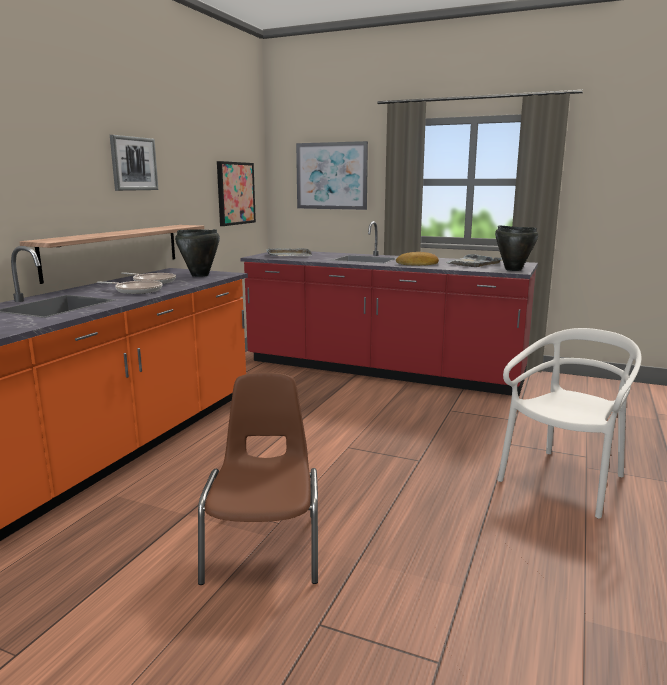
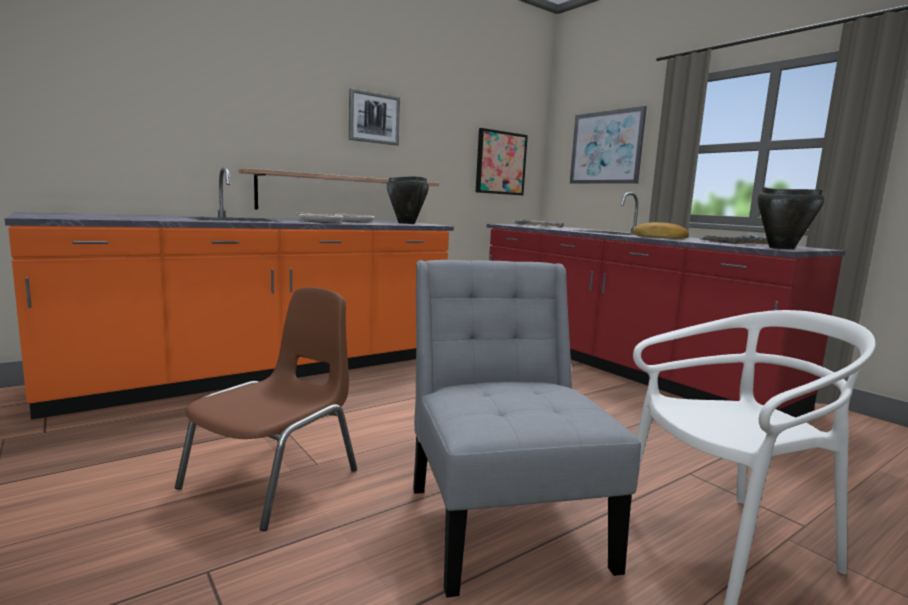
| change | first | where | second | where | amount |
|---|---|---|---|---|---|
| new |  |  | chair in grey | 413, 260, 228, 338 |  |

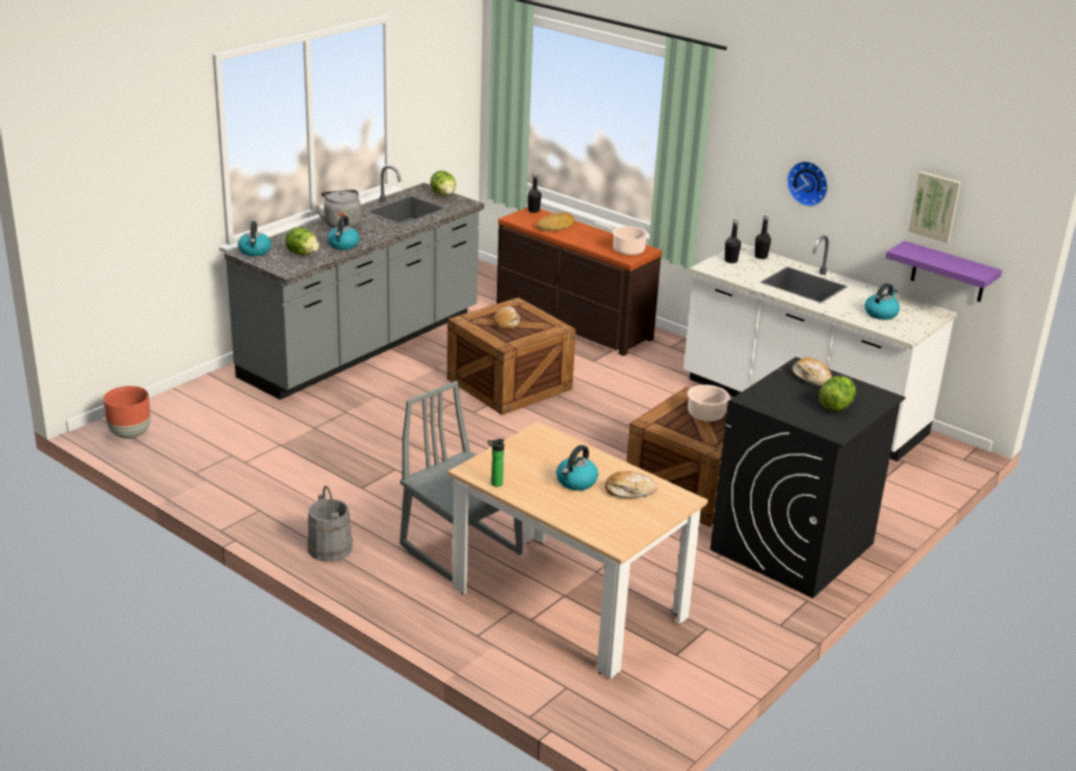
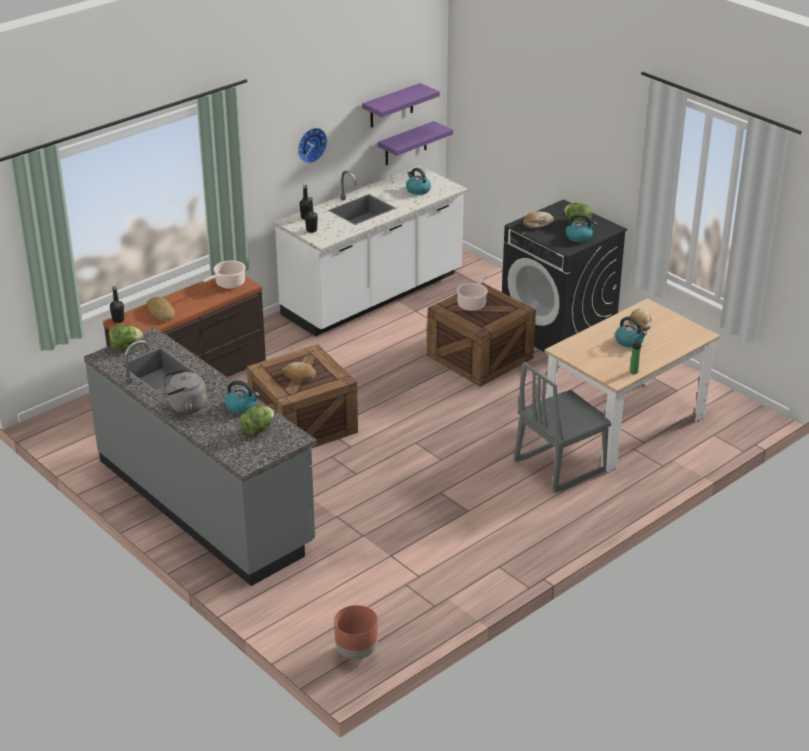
| change | first | where | second | where | amount |
|---|---|---|---|---|---|
| swapped | picture | 908, 171, 54, 72 | shelf in purple | 362, 83, 78, 45 |  |
| shifted | kettle | 238, 221, 33, 35 |  | 566, 214, 31, 28 |  |
| gone | bucket in grey | 307, 486, 45, 76 |  |  |  |

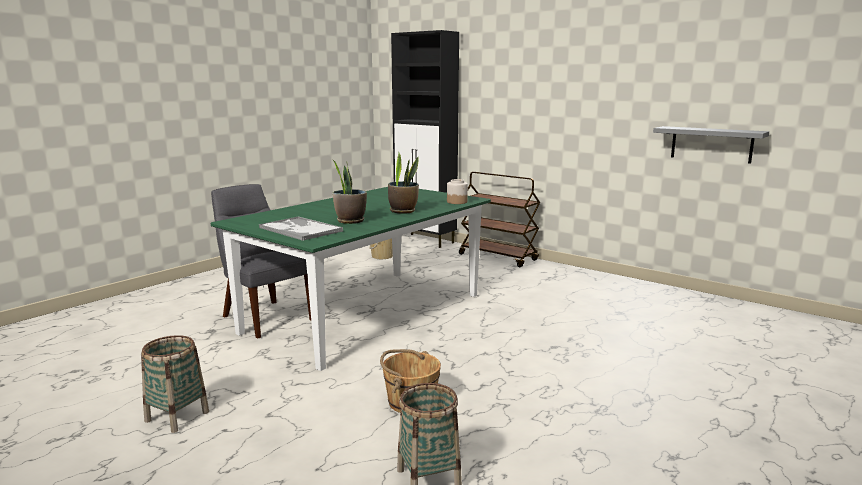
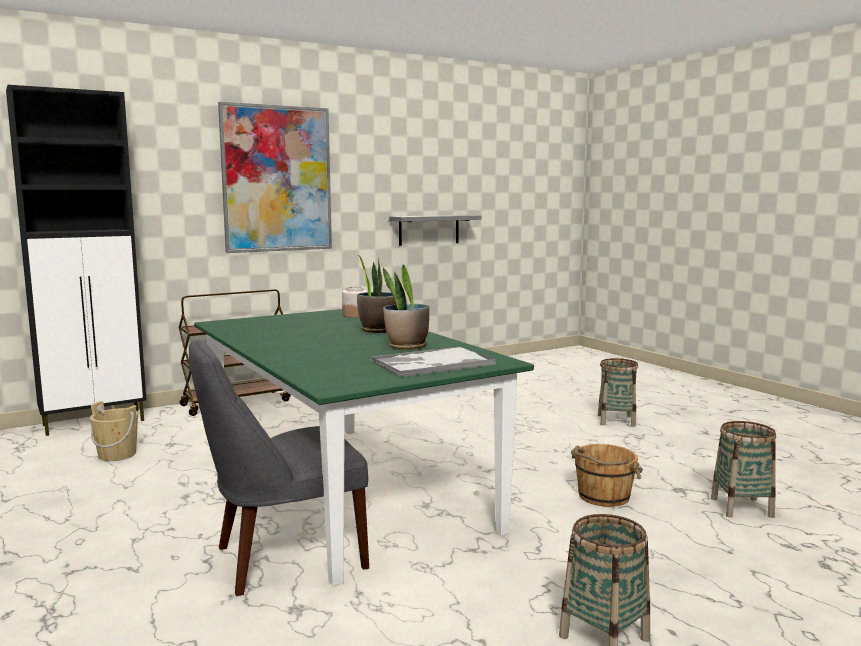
| change | first | where | second | where | amount |
|---|---|---|---|---|---|
| new |  |  | picture | 218, 102, 114, 151 |  |
| new |  |  | basket | 598, 358, 40, 68 |  |

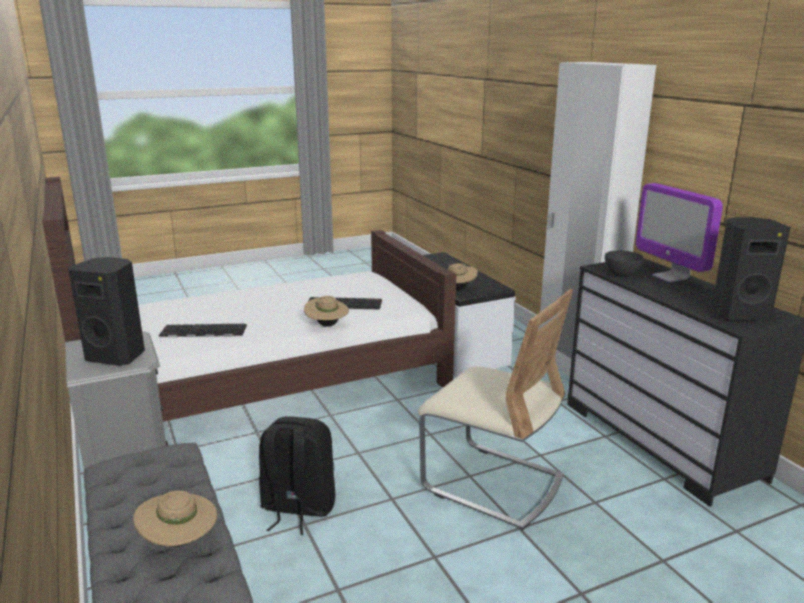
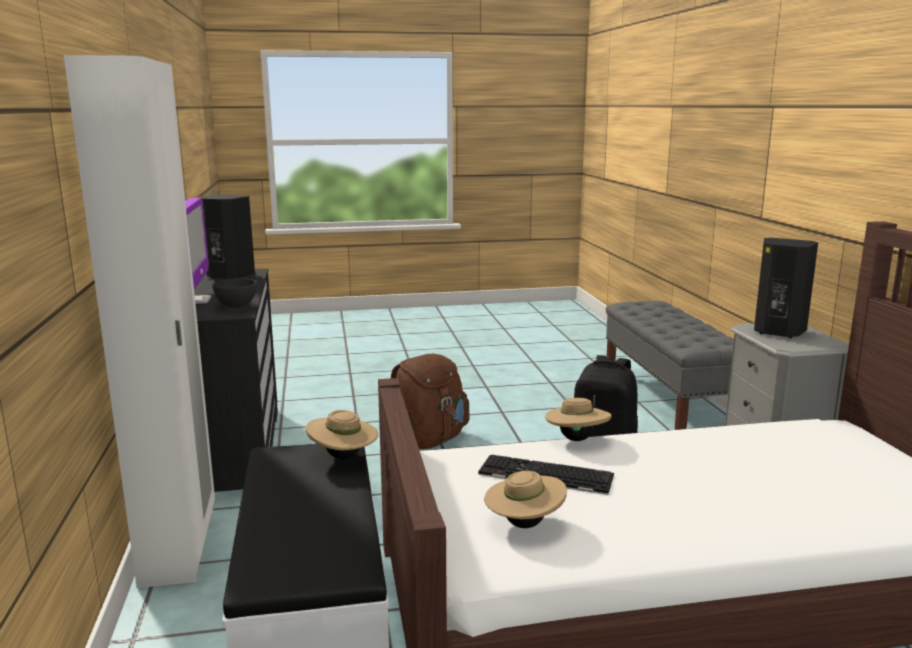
| change | first | where | second | where | amount |
|---|---|---|---|---|---|
| swapped | chair in beige | 418, 289, 155, 241 | backpack in brown | 391, 354, 79, 95 |  |
| gone | keyboard | 159, 324, 88, 13 |  |  |  |
| shifted | hat in beige | 133, 491, 84, 56 |  | 484, 464, 83, 64 |  |

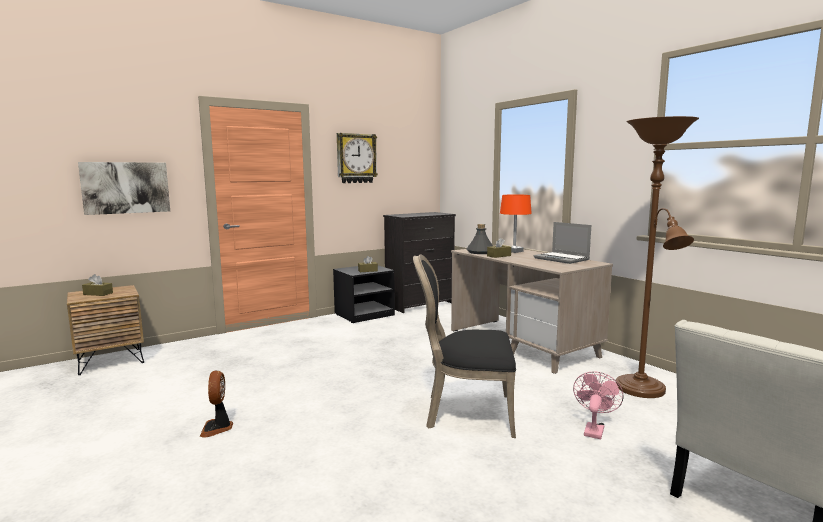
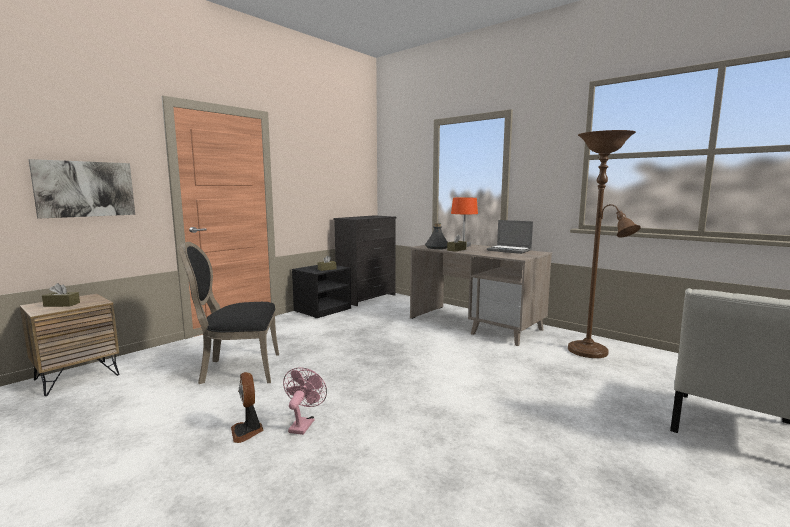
| change | first | where | second | where | amount |
|---|---|---|---|---|---|
| gone | wall clock | 337, 133, 41, 50 |  |  |  |
| shifted | chair in black | 413, 254, 103, 184 |  | 179, 242, 100, 142 |  |
| shifted | fan in pink | 573, 371, 51, 68 |  | 283, 367, 44, 68 |  |

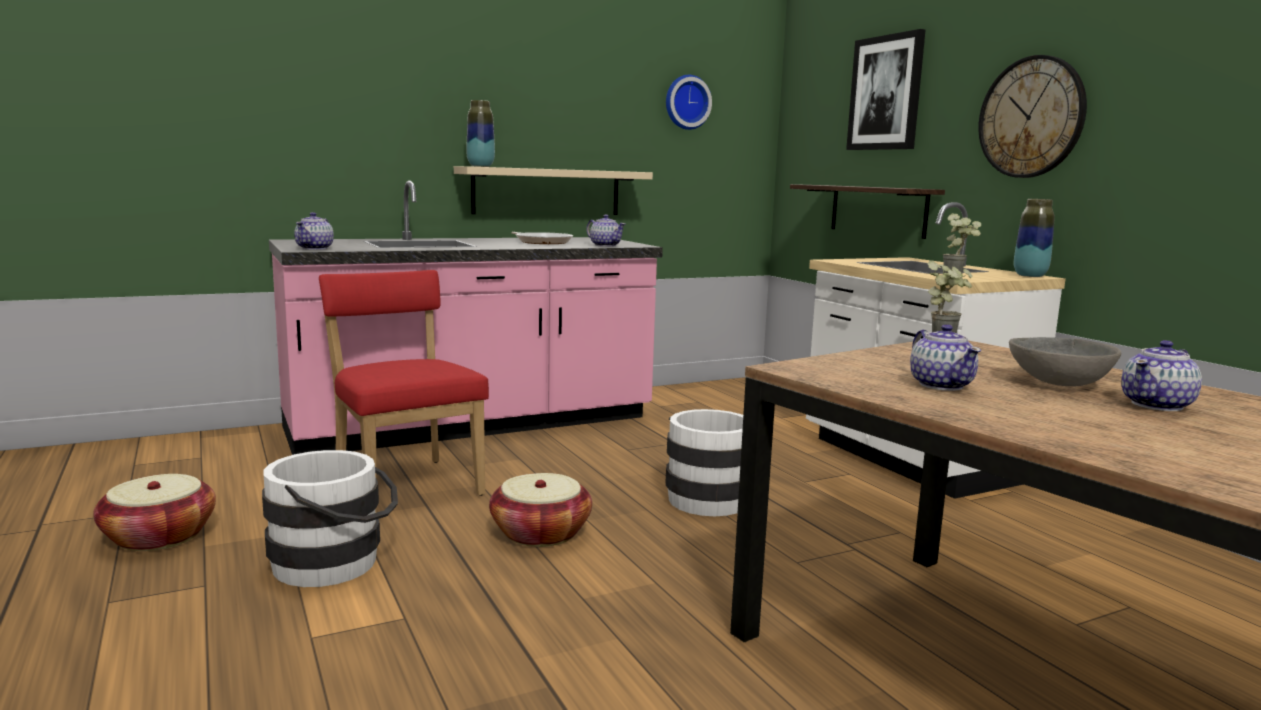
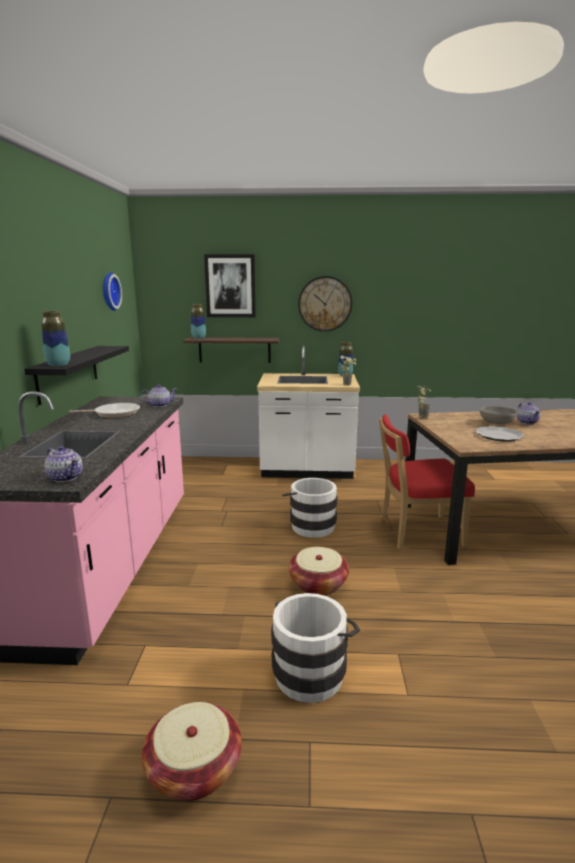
| change | first | where | second | where | amount |
|---|---|---|---|---|---|
| repainted | shelf in beige | 454, 166, 199, 49 | shelf in black | 24, 346, 105, 59 |  |
| shifted | chair in red | 319, 270, 170, 243 |  | 379, 414, 96, 135 |  |
| swapped | teapot | 910, 324, 71, 67 | plate | 475, 426, 50, 16 |  |
| new |  |  | vase | 191, 304, 15, 35 |  |

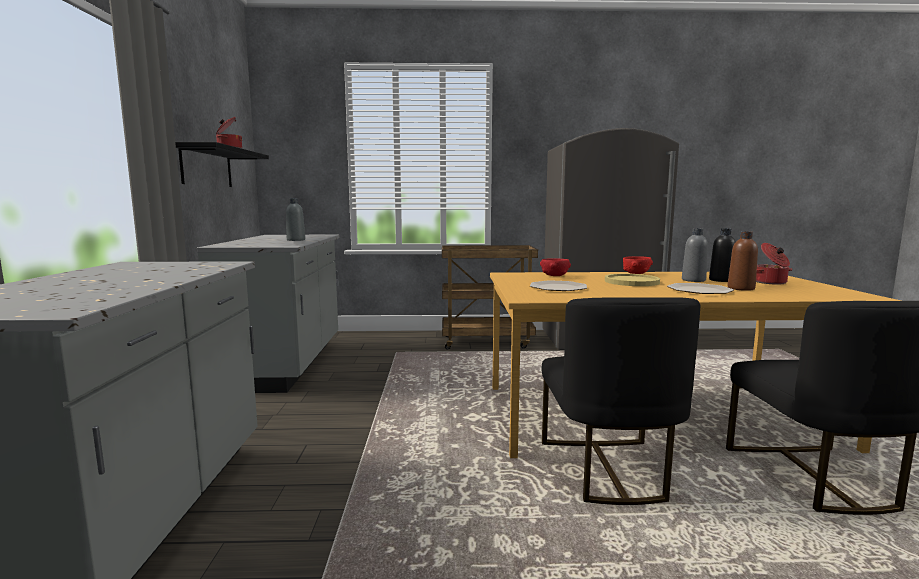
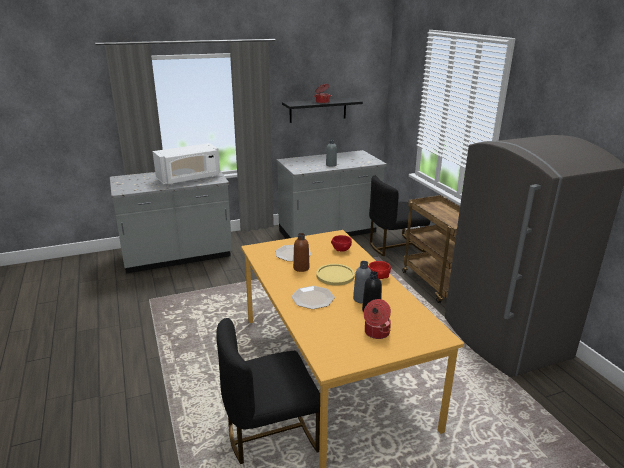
| change | first | where | second | where | amount |
|---|---|---|---|---|---|
| shifted | bottle in brown | 727, 231, 31, 60 |  | 293, 233, 16, 39 |  |
| shifted | chair in black | 541, 297, 159, 208 |  | 369, 176, 61, 80 |  |
| new |  |  | microwave in white | 153, 143, 67, 41 |  |

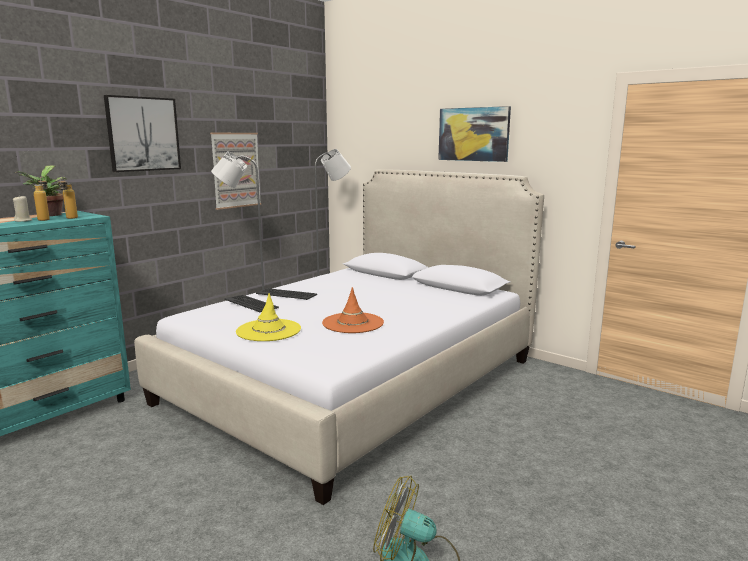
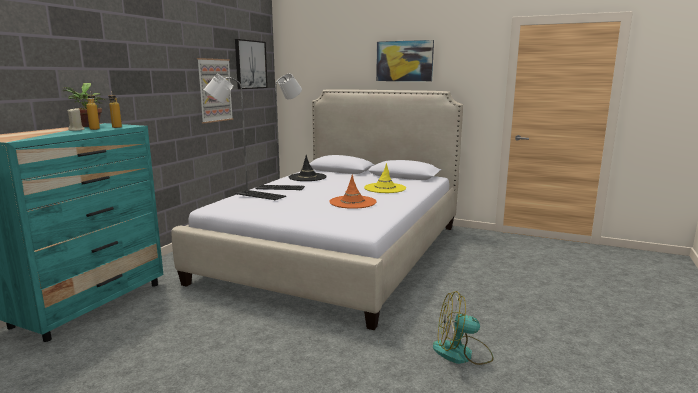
| change | first | where | second | where | amount |
|---|---|---|---|---|---|
| shifted | picture | 104, 95, 77, 77 |  | 235, 39, 33, 50 |  |
| shifted | hat in yellow | 236, 293, 65, 48 |  | 364, 163, 42, 30 |  |
| new |  |  | hat in black | 289, 155, 38, 26 |  |

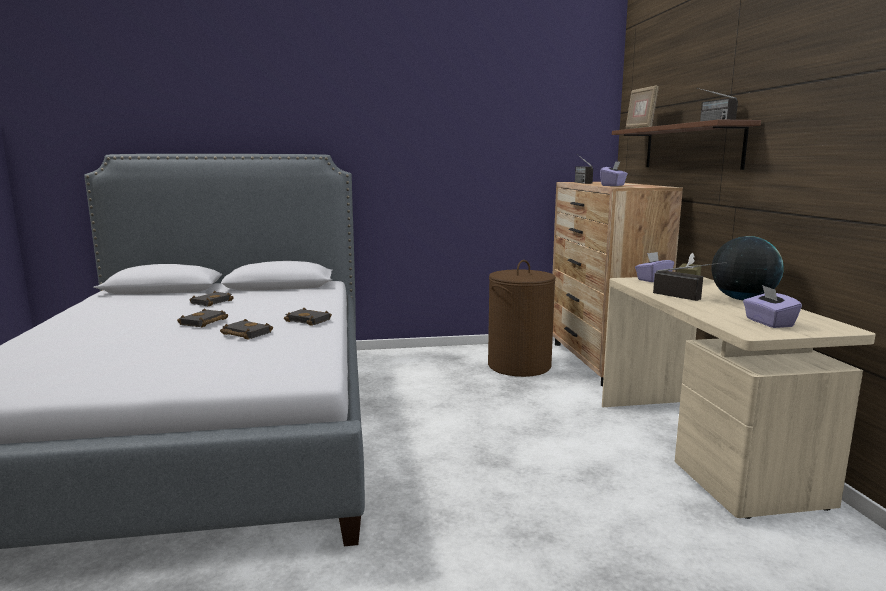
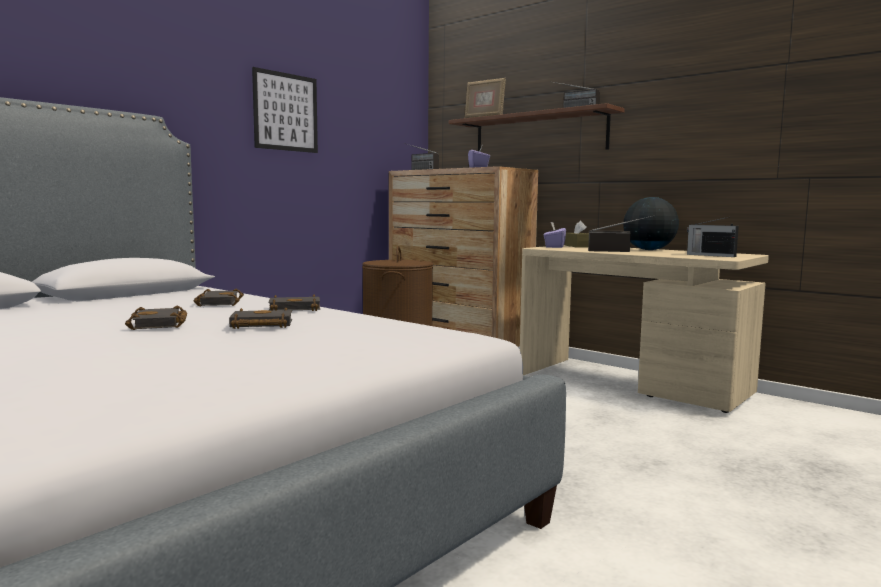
| change | first | where | second | where | amount |
|---|---|---|---|---|---|
| swapped | tissue box in purple | 743, 285, 59, 43 | radio | 687, 217, 52, 40 |  |
| shifted | book in black | 189, 291, 45, 15 |  | 194, 289, 50, 17 |  |
| new |  |  | picture | 252, 67, 66, 86 |  |

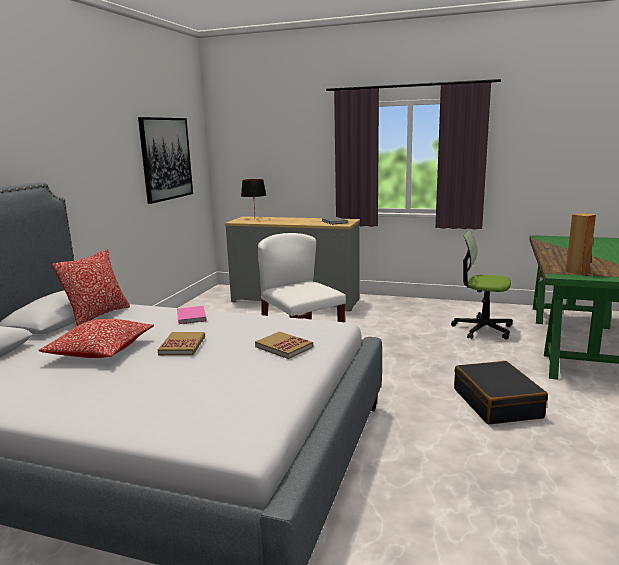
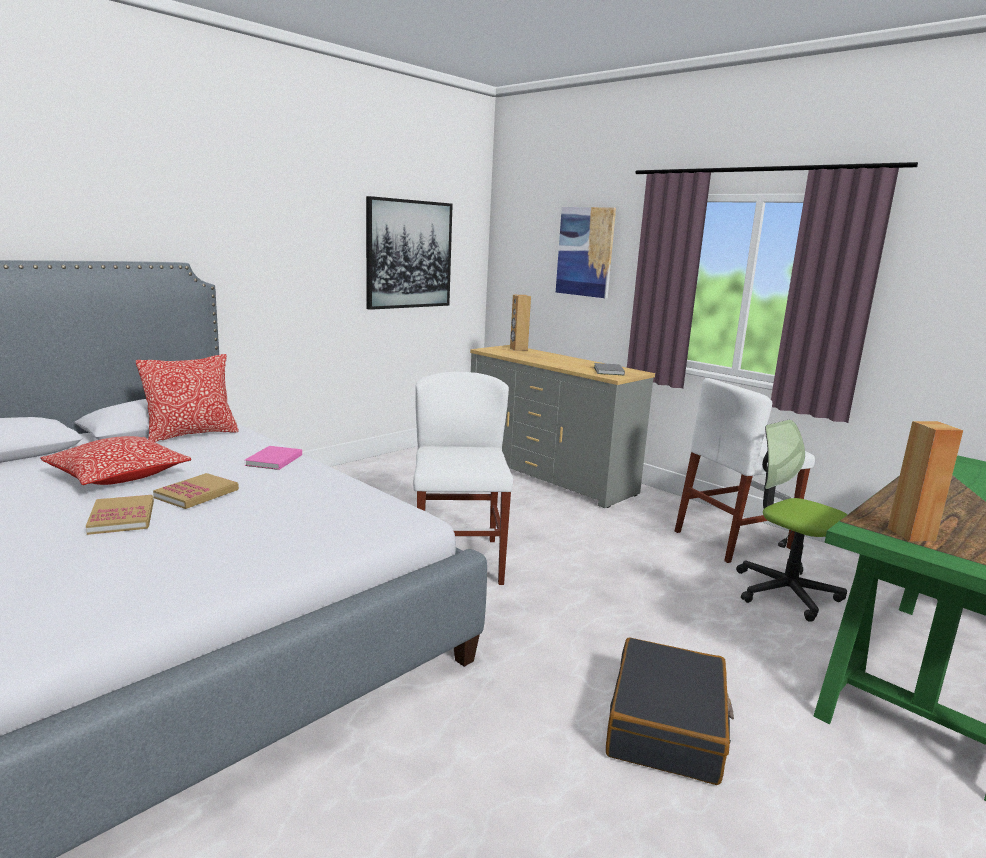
| change | first | where | second | where | amount |
|---|---|---|---|---|---|
| swapped | table lamp in black | 241, 179, 25, 33 | speaker in brown | 510, 295, 21, 56 |  |
| shifted | book | 255, 331, 58, 28 |  | 86, 495, 68, 40 |  |
| new |  |  | picture | 556, 207, 60, 91 |  |
| new |  |  | chair in white | 675, 378, 140, 185 |  |

